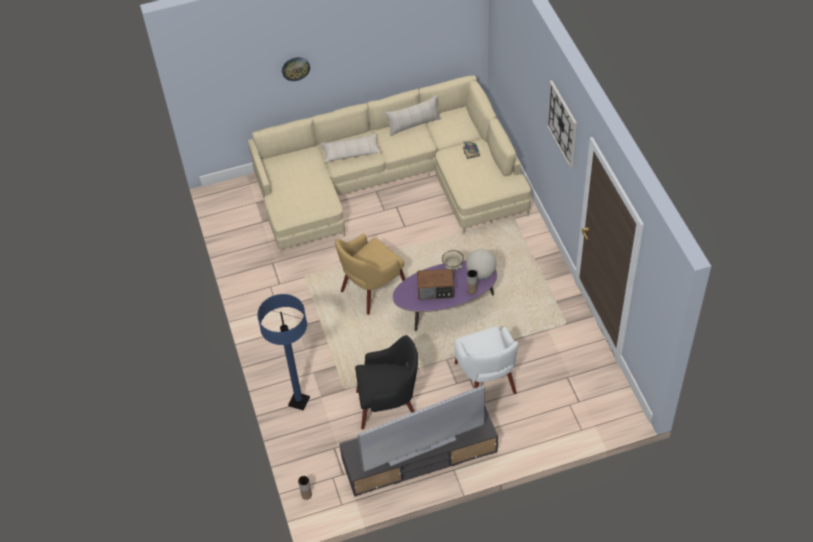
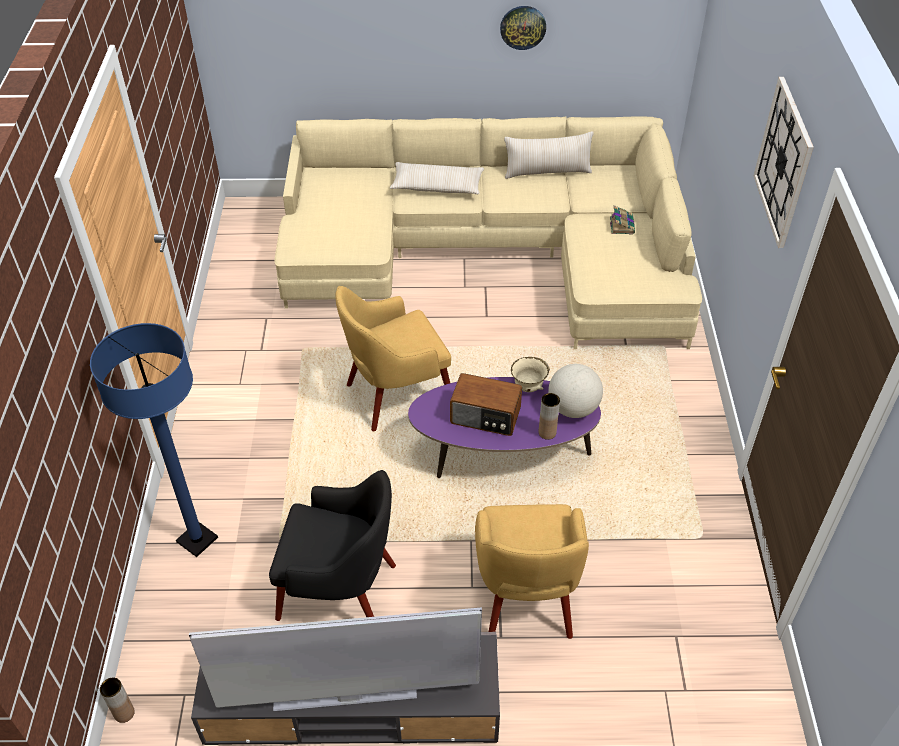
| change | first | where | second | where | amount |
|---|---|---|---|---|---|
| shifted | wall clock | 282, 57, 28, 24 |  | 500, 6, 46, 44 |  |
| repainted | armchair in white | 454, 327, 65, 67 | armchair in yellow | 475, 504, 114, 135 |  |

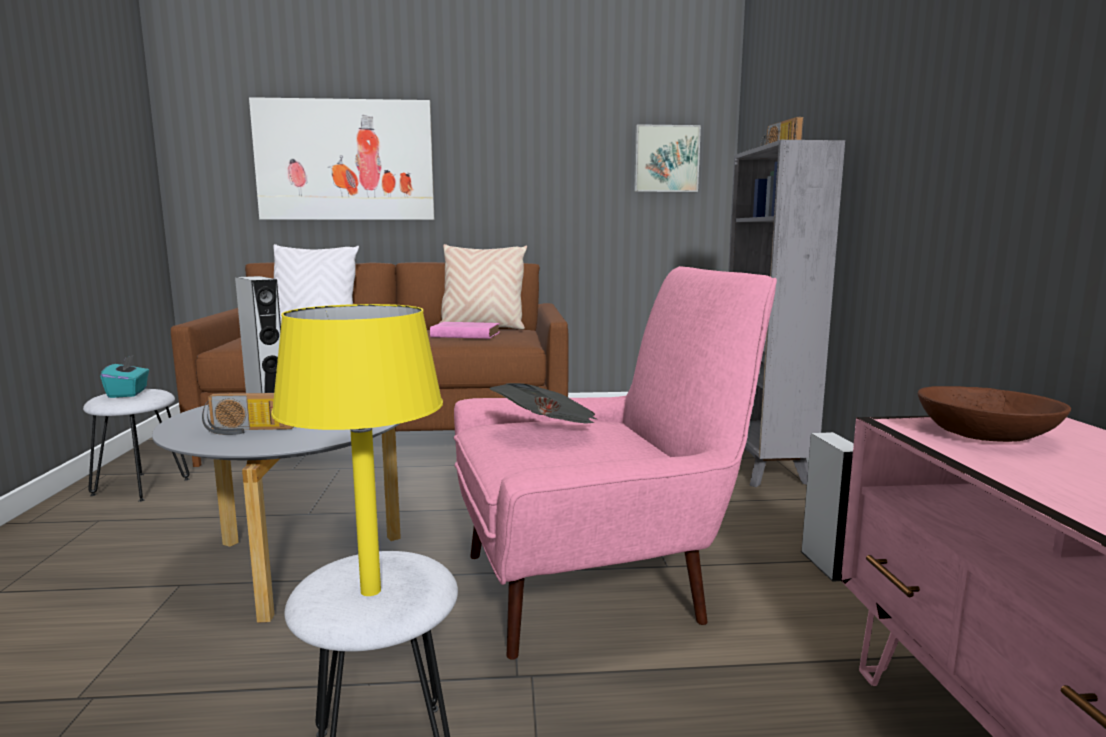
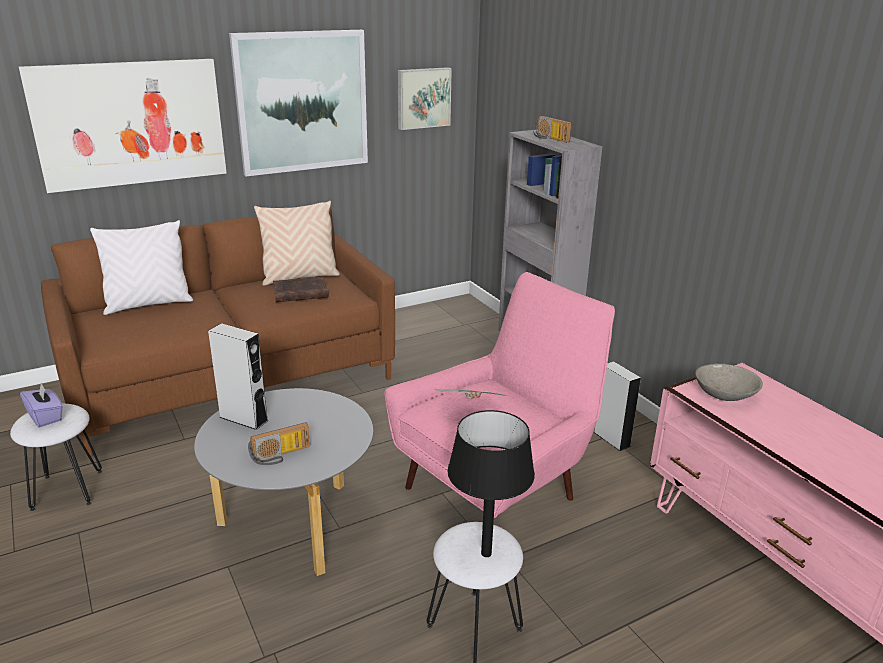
| change | first | where | second | where | amount |
|---|---|---|---|---|---|
| repainted | table lamp in yellow | 271, 304, 172, 292 | table lamp in black | 447, 410, 88, 147 |  |
| repainted | book in pink | 430, 322, 70, 17 | book in brown | 273, 277, 56, 25 |  |
| repainted | tissue box in turquoise | 100, 355, 49, 43 | tissue box in purple | 20, 383, 43, 44 |  |
| repainted | bowl in brown | 918, 386, 153, 56 | bowl in grey | 695, 363, 68, 38 |  |
| new |  |  | picture | 229, 30, 139, 146 |  |

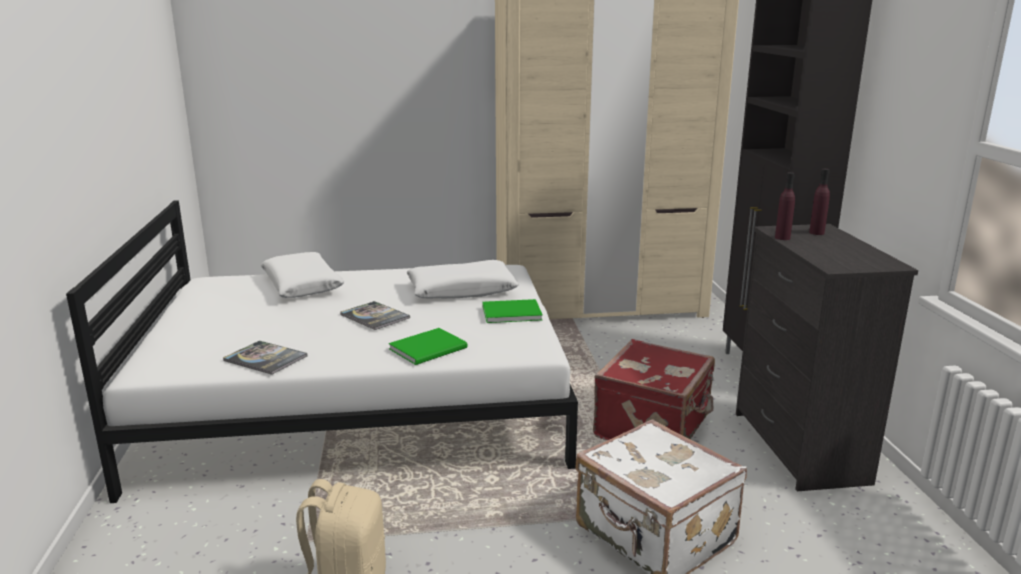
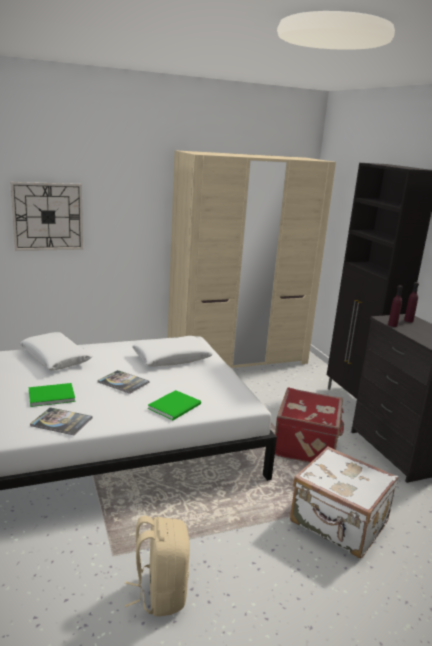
| change | first | where | second | where | amount |
|---|---|---|---|---|---|
| shifted | book in green | 482, 299, 60, 24 |  | 29, 383, 46, 24 |  |
| new |  |  | wall clock | 11, 182, 72, 69 |  |

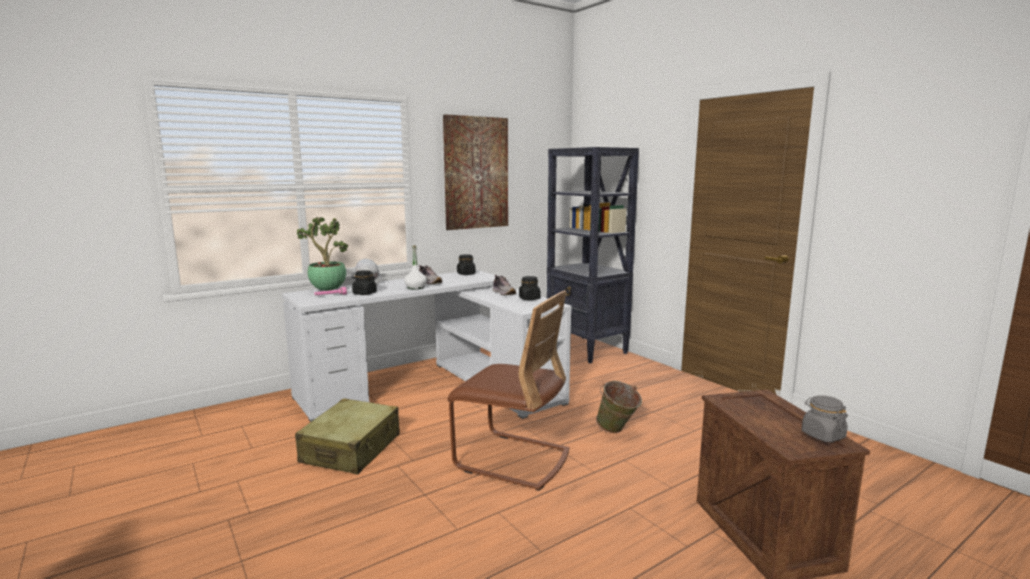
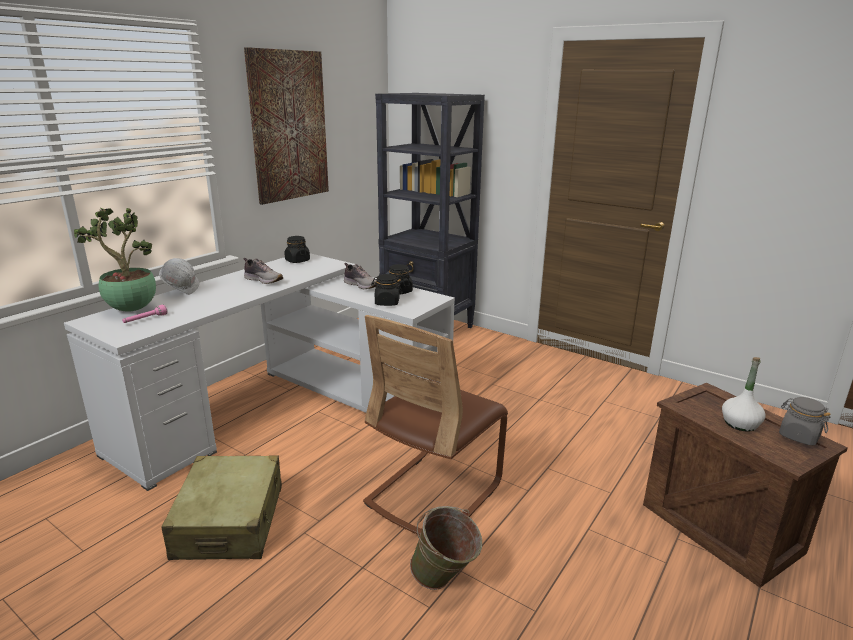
| change | first | where | second | where | amount |
|---|---|---|---|---|---|
| shifted | bottle in white | 404, 246, 23, 44 |  | 722, 357, 44, 75 |  |
| shifted | jar in black | 352, 270, 25, 25 |  | 371, 274, 31, 32 |  |
| rotated | chair in brown | 447, 291, 122, 200 |  | 363, 315, 145, 220 | 120 degrees clockwise |
| shifted | bucket in green | 596, 381, 46, 52 |  | 410, 506, 72, 84 |  |

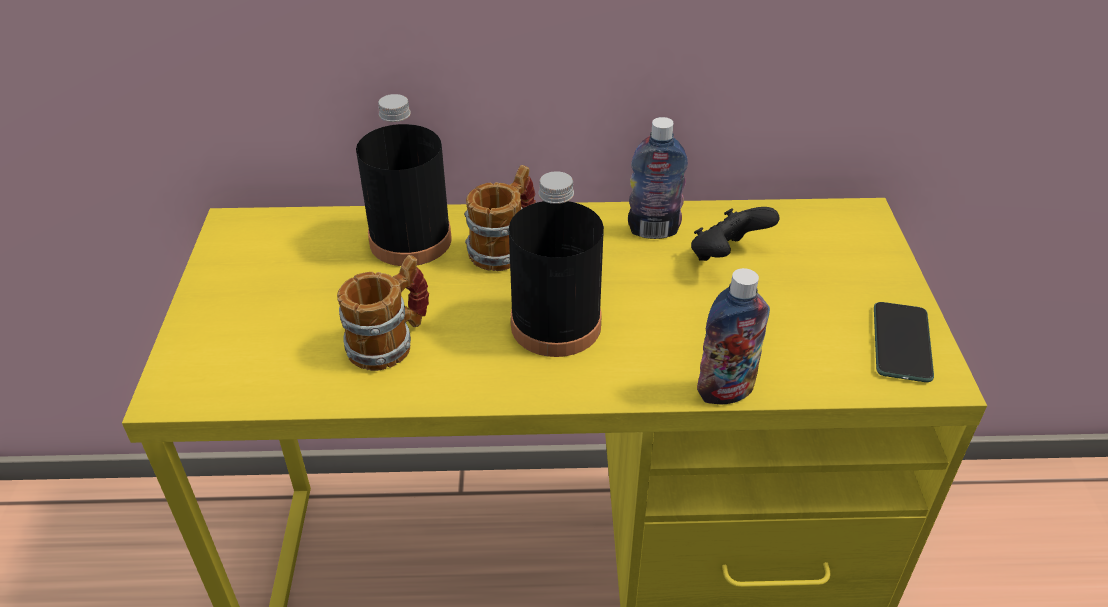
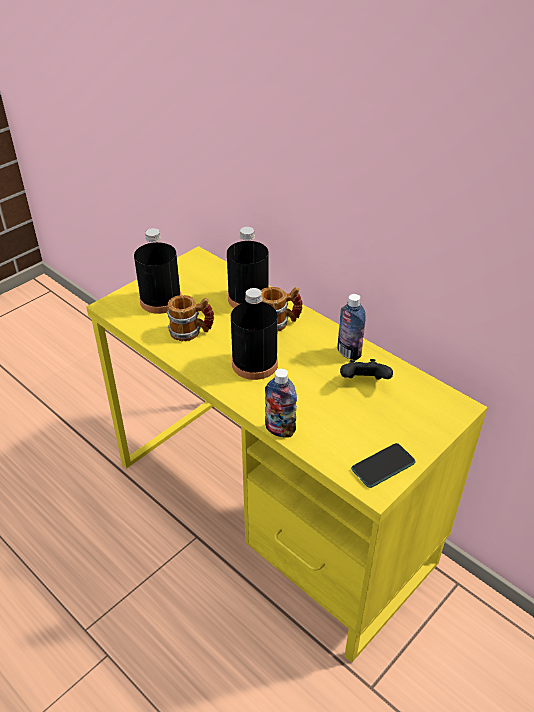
| change | first | where | second | where | amount |
|---|---|---|---|---|---|
| new |  |  | bottle in black | 134, 228, 47, 86 |  |

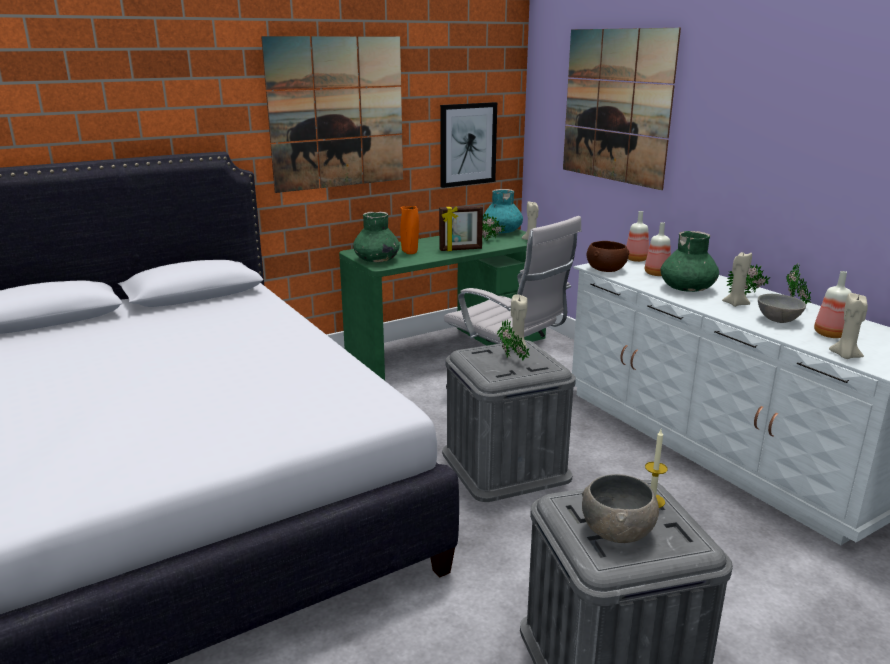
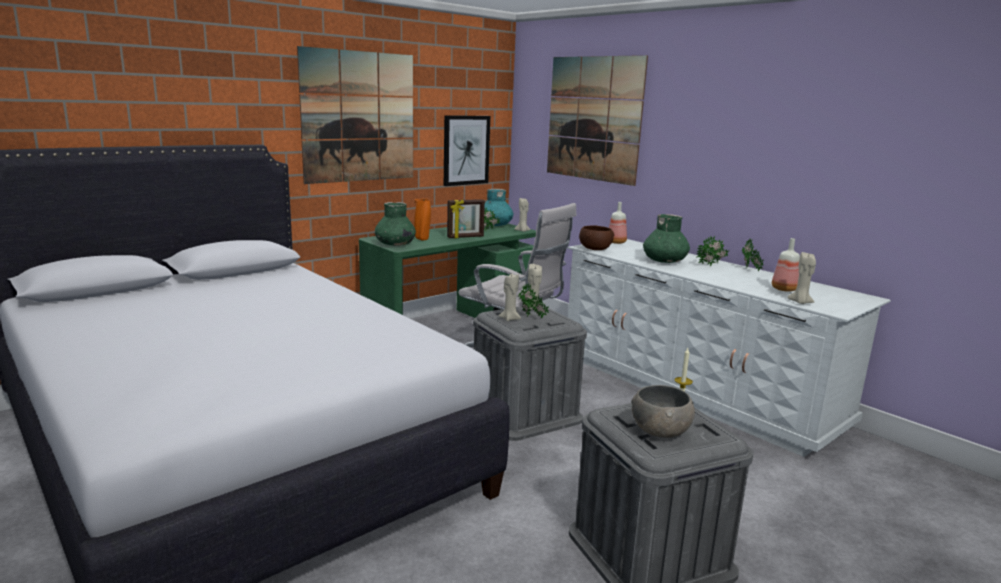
| change | first | where | second | where | amount |
|---|---|---|---|---|---|
| gone | bottle | 645, 222, 26, 54 |  |  |  |
| shifted | candle in beige | 722, 252, 30, 55 |  | 499, 274, 22, 47 |  |
| gone | bowl in grey | 758, 294, 48, 29 |  |  |  |

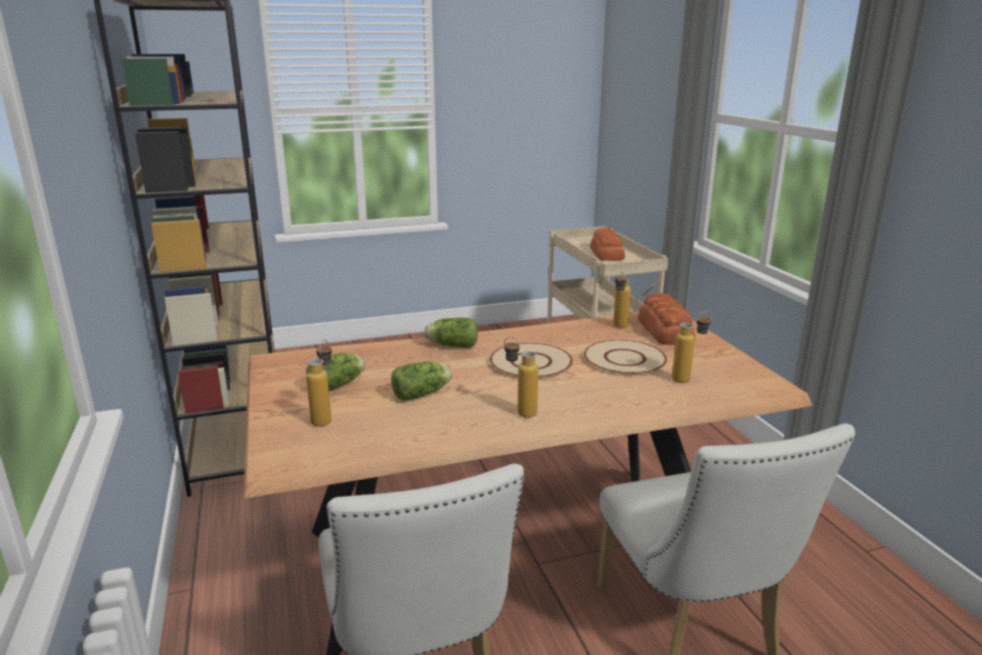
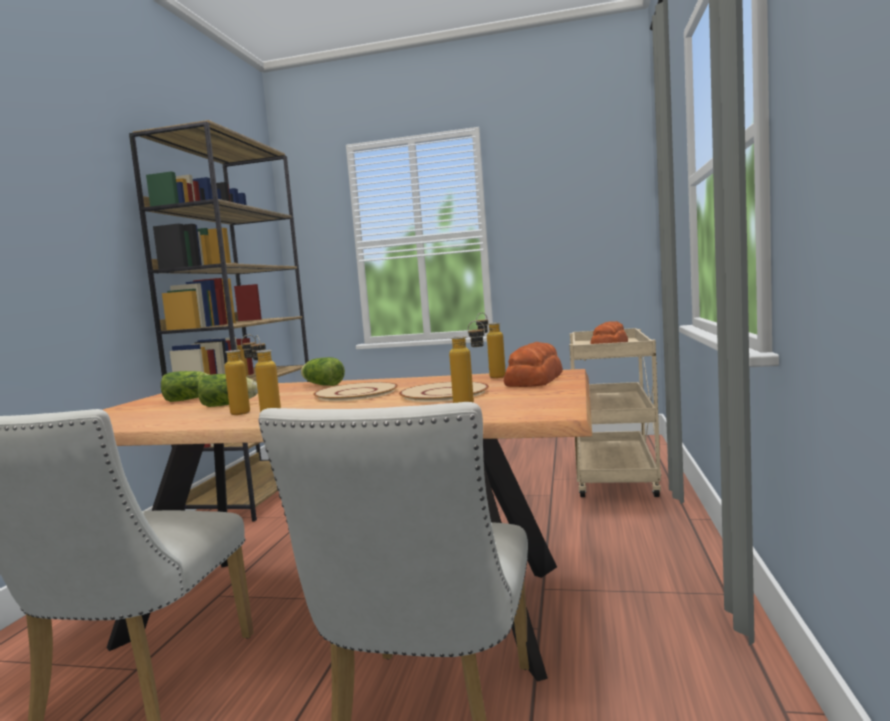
| change | first | where | second | where | amount |
|---|---|---|---|---|---|
| shifted | bottle | 306, 340, 26, 86 |  | 225, 335, 32, 80 |  |

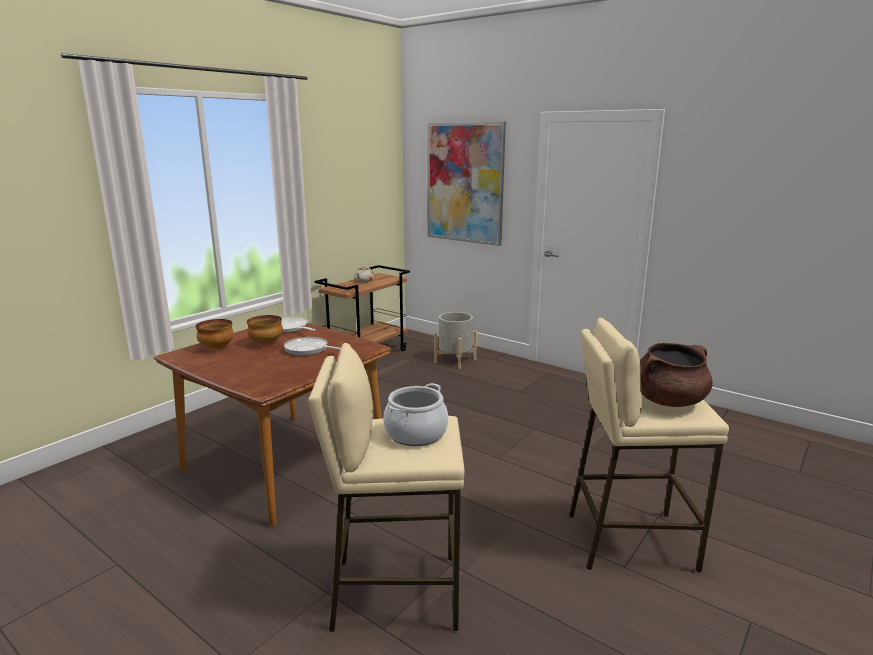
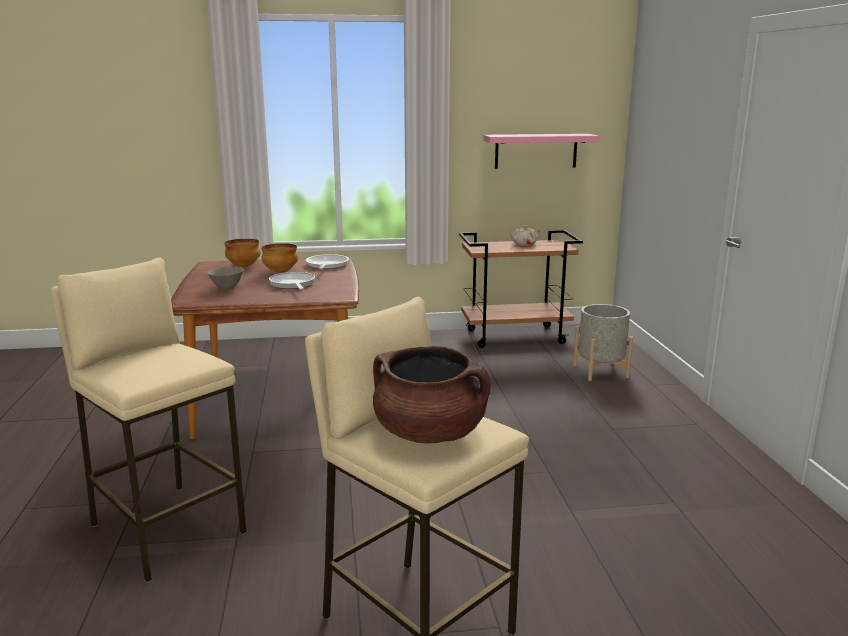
| change | first | where | second | where | amount |
|---|---|---|---|---|---|
| gone | picture | 427, 121, 79, 125 |  |  |  |
| gone | cooking pot | 383, 383, 65, 63 |  |  |  |
| new |  |  | shelf in pink | 483, 134, 117, 35 |  |
| new |  |  | bowl in grey | 208, 267, 36, 22 |  |

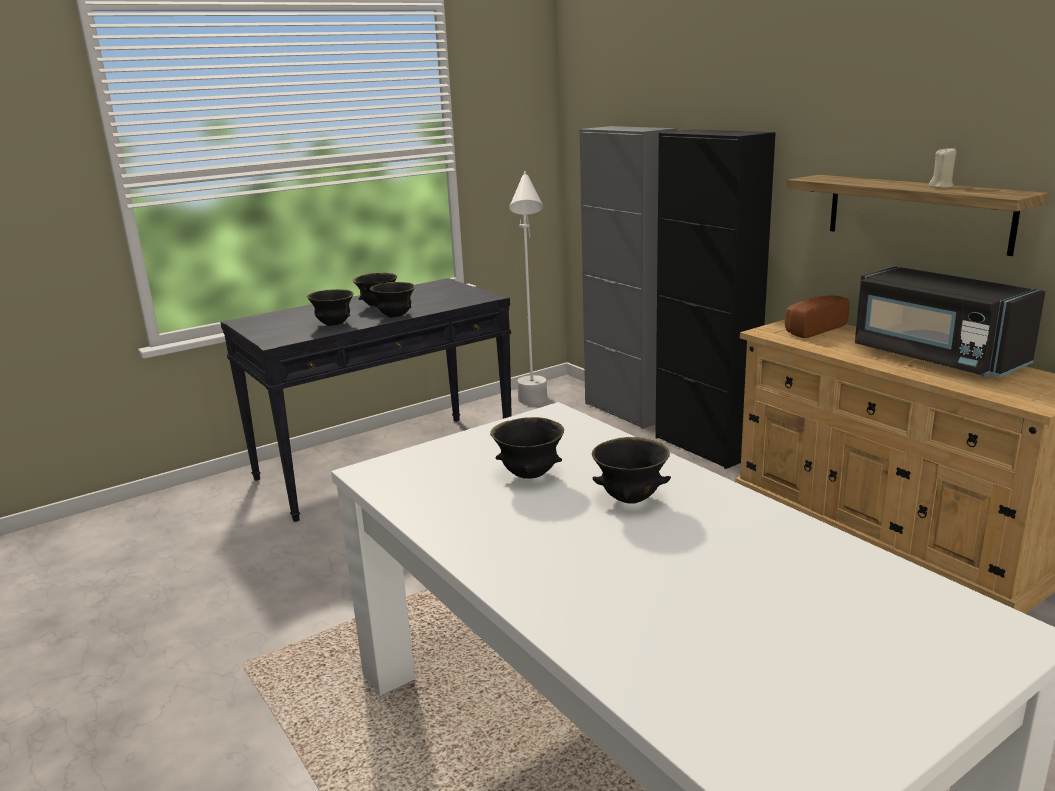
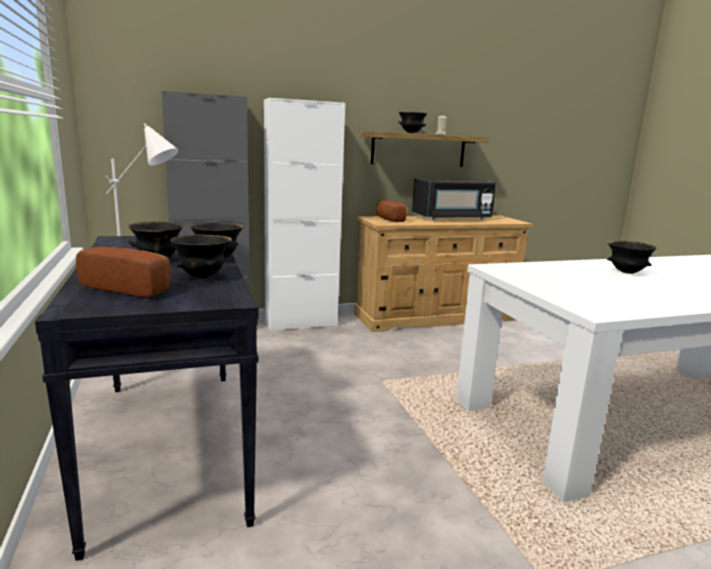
| change | first | where | second | where | amount |
|---|---|---|---|---|---|
| repainted | cabinet in black | 655, 129, 121, 340 | cabinet in white | 264, 98, 81, 233 |  |
| shifted | bowl in black | 490, 417, 74, 62 |  | 399, 112, 28, 21 |  |
| new |  |  | bread | 76, 247, 94, 50 |  |

